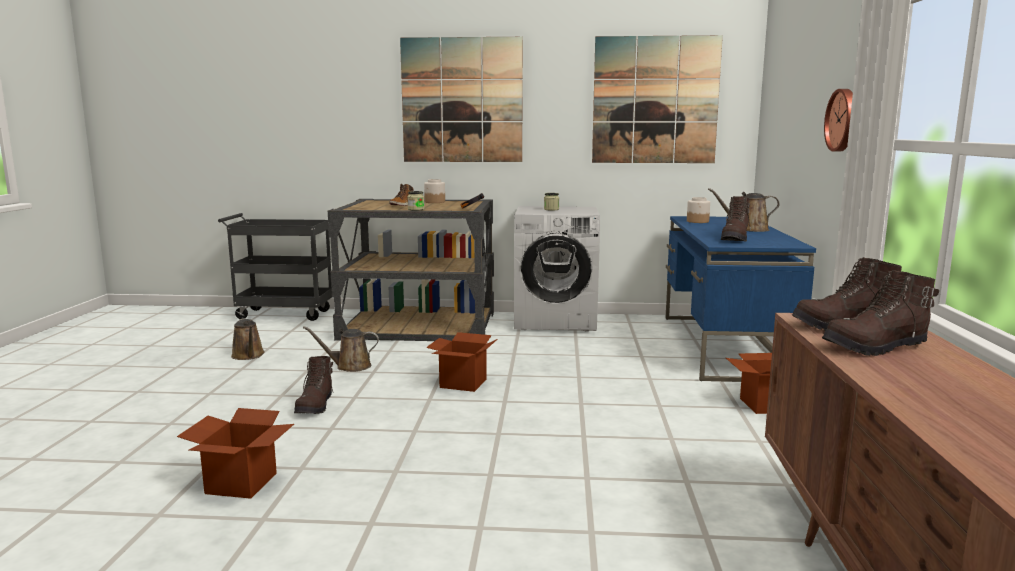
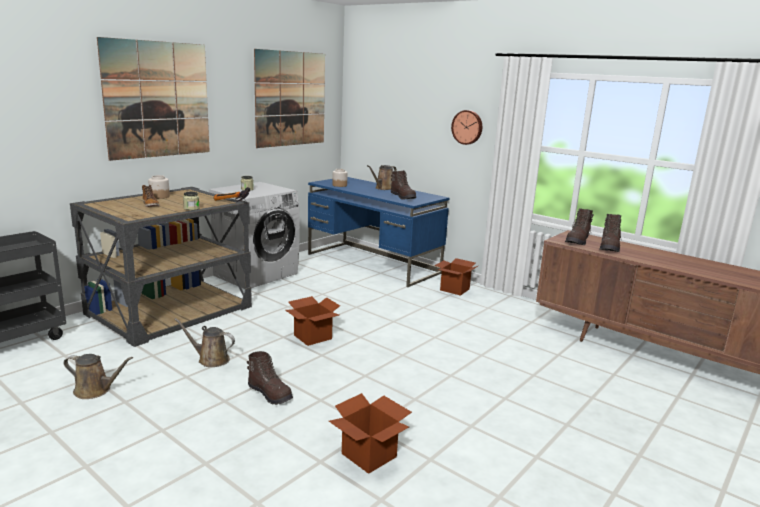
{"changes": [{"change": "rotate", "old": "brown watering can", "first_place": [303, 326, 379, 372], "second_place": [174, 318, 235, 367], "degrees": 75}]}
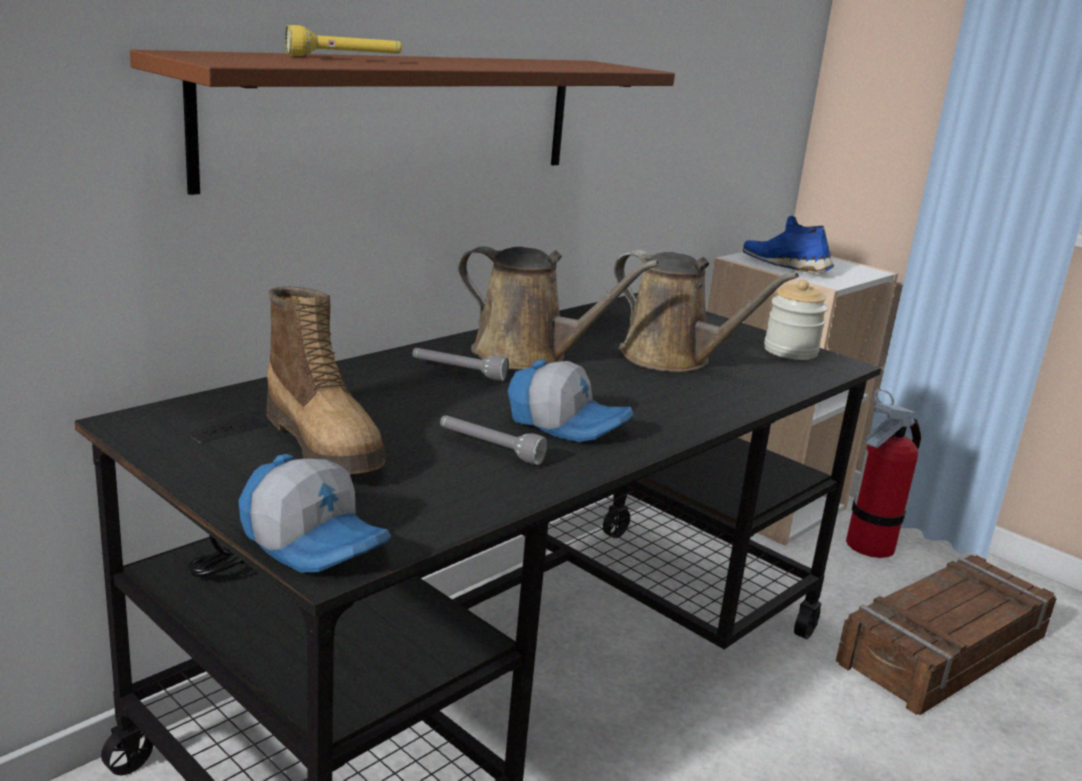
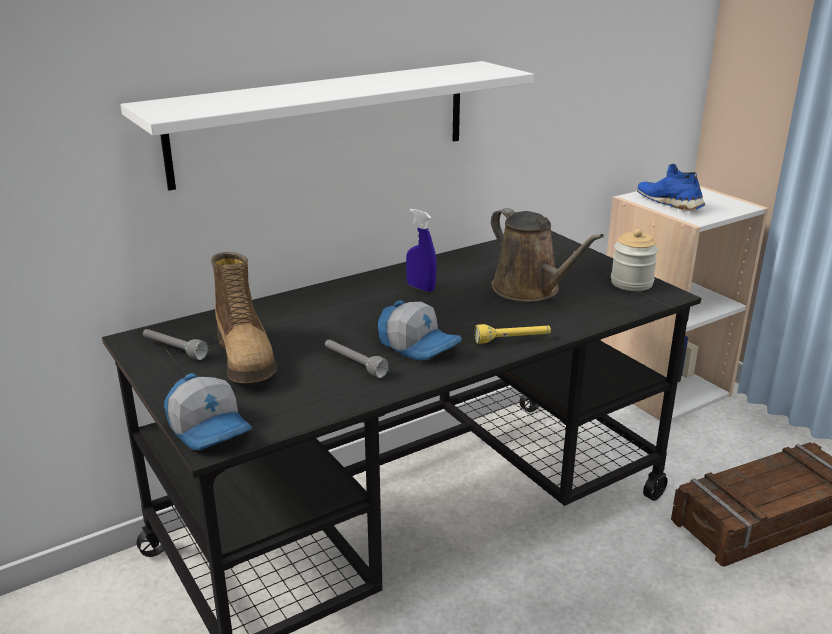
{"changes": [{"change": "recolor", "old": "brown shelf", "new": "white shelf", "first_place": [130, 50, 675, 195], "second_place": [121, 61, 534, 191]}, {"change": "move", "old": "grey flashlight", "first_place": [412, 348, 509, 381], "second_place": [143, 329, 209, 360]}, {"change": "replace", "old": "brown watering can", "new": "blue spray bottle", "first_place": [457, 246, 659, 370], "second_place": [406, 209, 437, 292]}, {"change": "move", "old": "yellow flashlight", "first_place": [285, 25, 402, 56], "second_place": [475, 324, 551, 344]}, {"change": "delete", "old": "fire extinguisher", "first_place": [846, 389, 921, 558]}]}
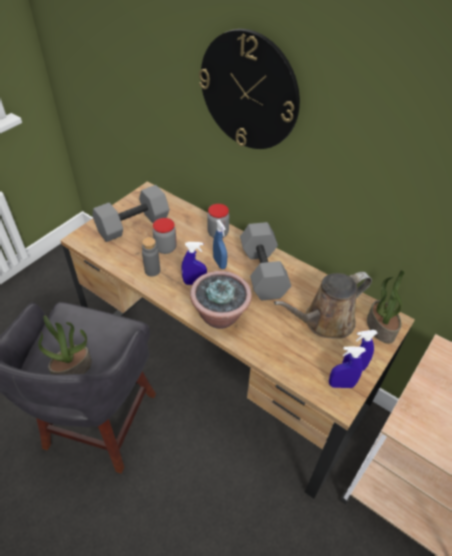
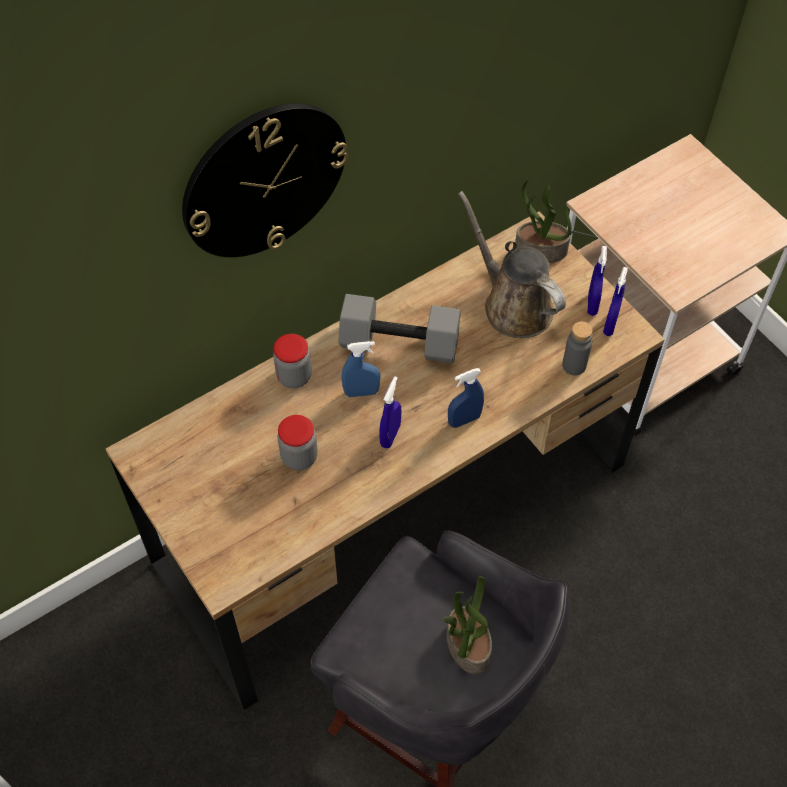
{"changes": [{"change": "replace", "old": "potted plant", "new": "blue spray bottle", "first_place": [190, 271, 252, 329], "second_place": [448, 368, 484, 428]}, {"change": "rotate", "old": "brown watering can", "first_place": [274, 272, 372, 339], "second_place": [458, 191, 566, 338], "degrees": 150}, {"change": "move", "old": "grey bottle", "first_place": [142, 237, 160, 276], "second_place": [562, 321, 593, 375]}, {"change": "delete", "old": "grey dumbbell", "first_place": [93, 185, 170, 242]}]}
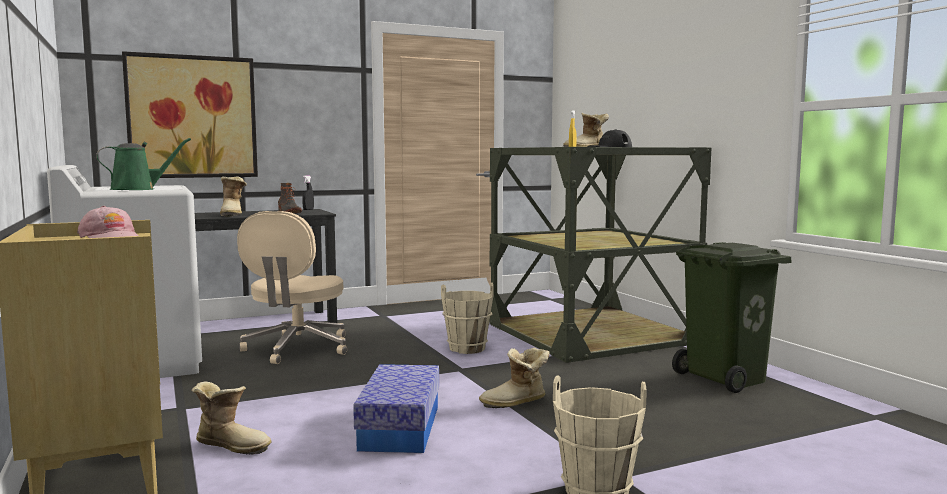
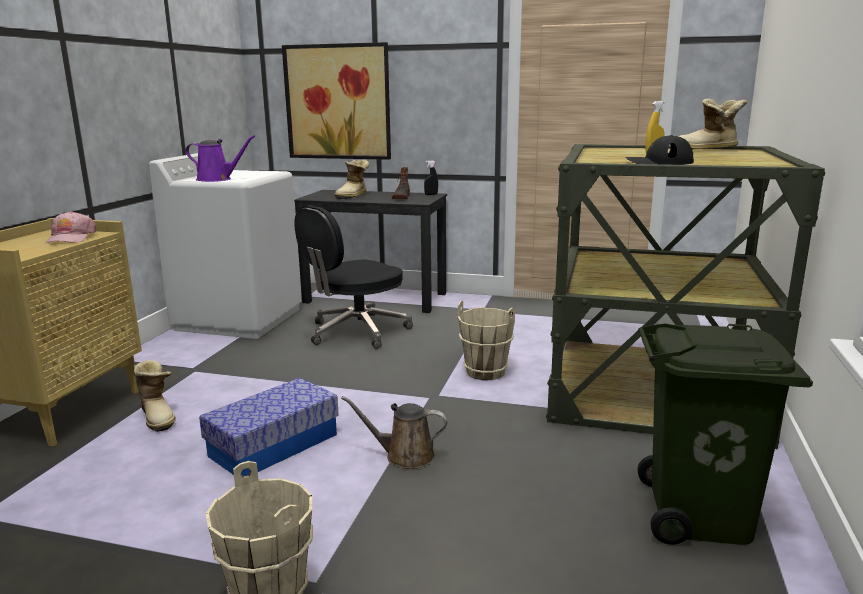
{"changes": [{"change": "recolor", "old": "green watering can", "new": "purple watering can", "first_place": [96, 138, 191, 190], "second_place": [185, 135, 255, 182]}, {"change": "recolor", "old": "beige office chair", "new": "black office chair", "first_place": [237, 211, 347, 364], "second_place": [294, 205, 413, 349]}, {"change": "replace", "old": "boot", "new": "brown watering can", "first_place": [479, 348, 550, 408], "second_place": [341, 396, 447, 469]}]}
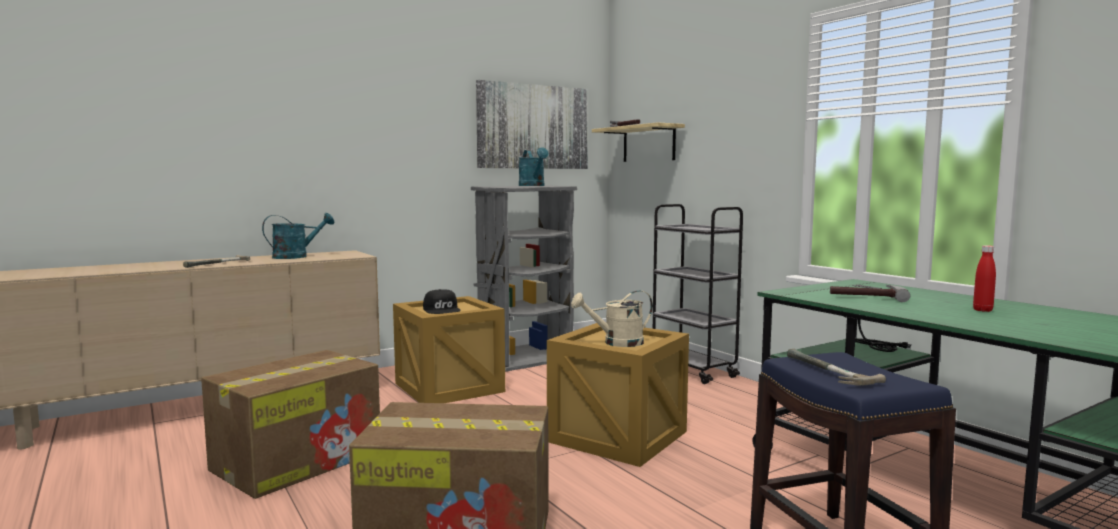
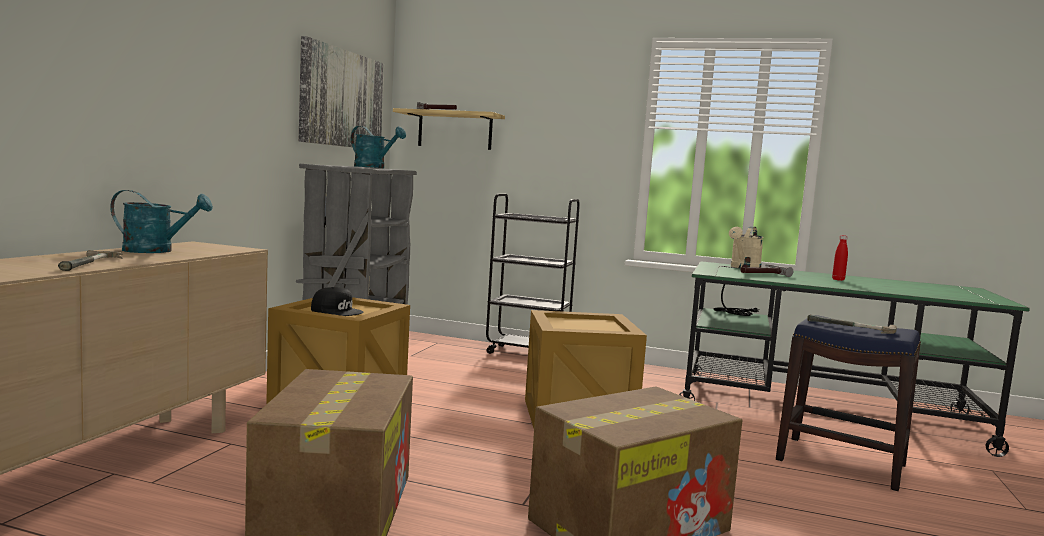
{"changes": [{"change": "rotate", "old": "turquoise watering can", "first_place": [262, 213, 334, 259], "second_place": [110, 190, 213, 253], "degrees": 75}, {"change": "move", "old": "beige watering can", "first_place": [571, 290, 653, 347], "second_place": [729, 226, 764, 268]}]}
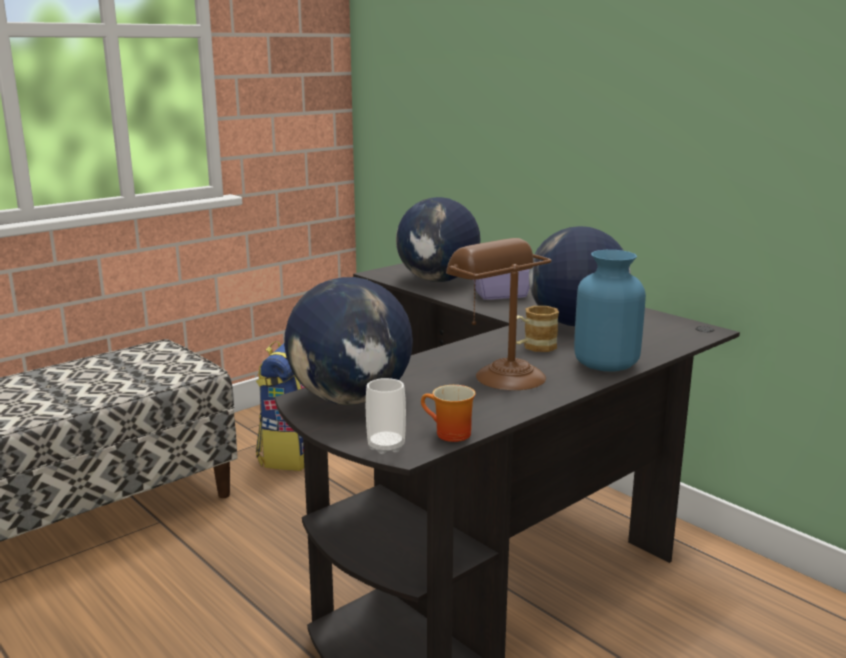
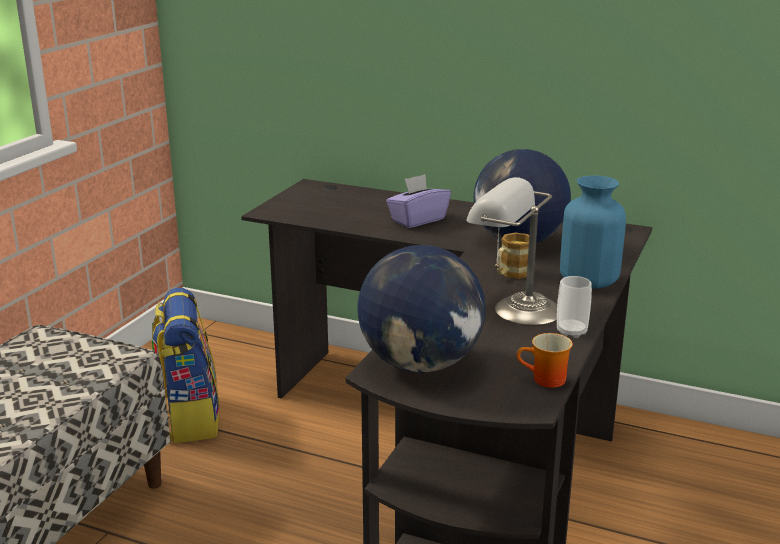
{"changes": [{"change": "recolor", "old": "brown table lamp", "new": "white table lamp", "first_place": [446, 238, 551, 390], "second_place": [467, 177, 557, 325]}, {"change": "move", "old": "cup", "first_place": [366, 378, 406, 454], "second_place": [557, 276, 592, 338]}, {"change": "delete", "old": "globe", "first_place": [396, 197, 480, 282]}]}
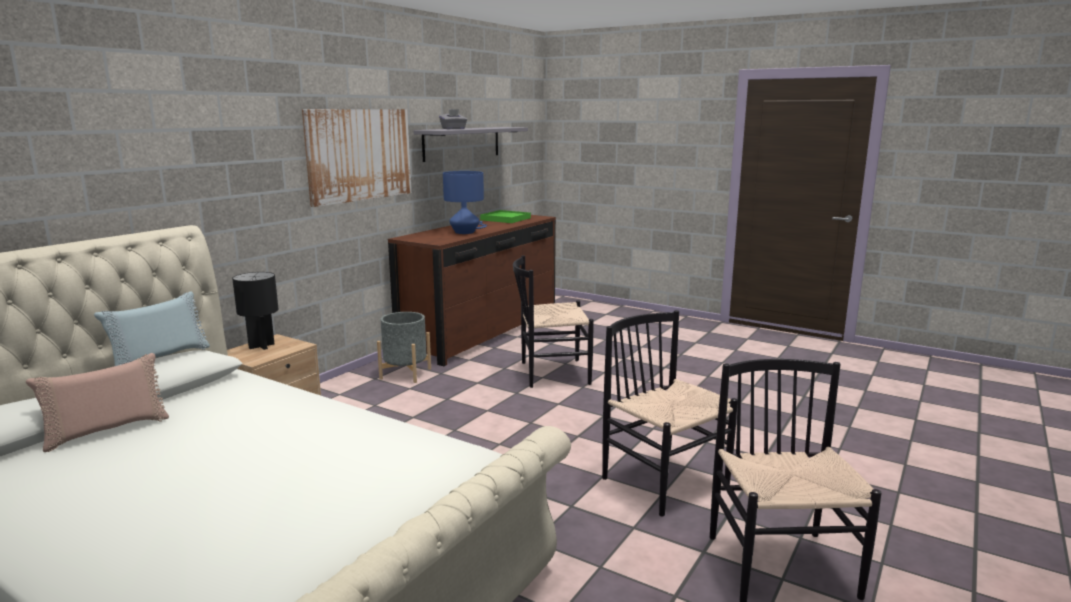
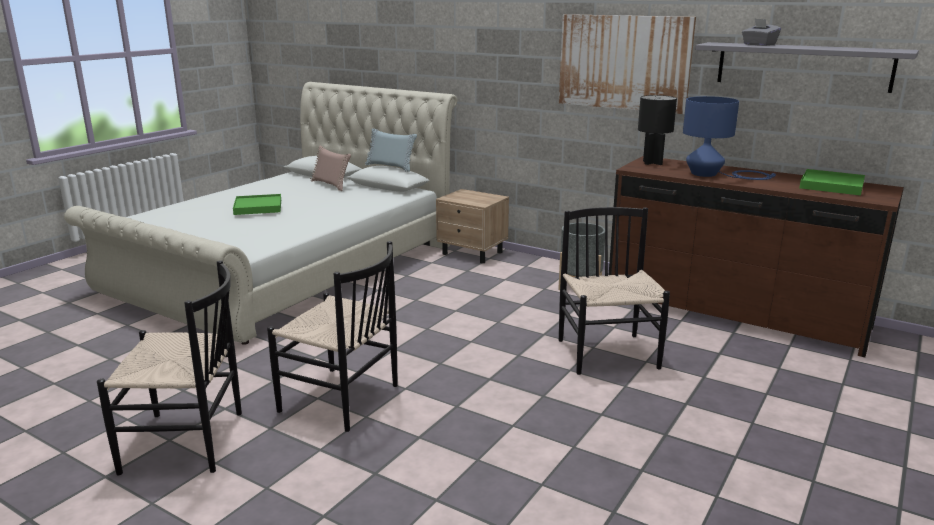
{"changes": [{"change": "insert", "new": "green tray", "second_place": [233, 194, 281, 215]}, {"change": "rotate", "old": "black chair", "first_place": [602, 310, 738, 517], "second_place": [267, 241, 398, 432], "degrees": 60}, {"change": "move", "old": "black table lamp", "first_place": [232, 272, 279, 350], "second_place": [638, 95, 677, 165]}]}
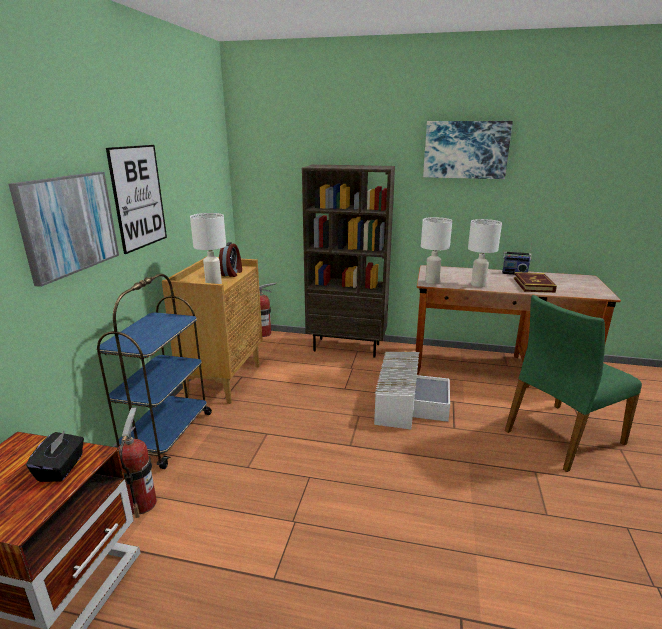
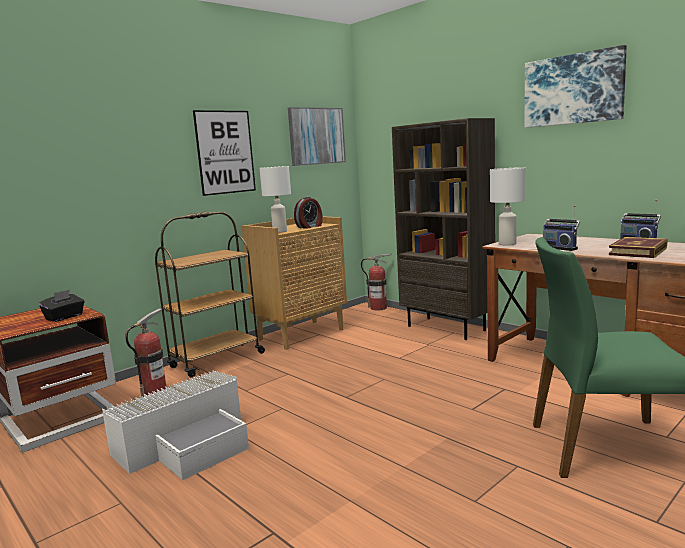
{"changes": [{"change": "move", "old": "white storage box", "first_place": [374, 352, 450, 429], "second_place": [102, 370, 249, 480]}, {"change": "recolor", "old": "blue cart", "new": "brown cart", "first_place": [96, 274, 212, 469], "second_place": [155, 212, 265, 378]}, {"change": "move", "old": "picture", "first_place": [9, 172, 119, 287], "second_place": [288, 107, 346, 166]}, {"change": "replace", "old": "white table lamp", "new": "radio", "first_place": [468, 219, 502, 287], "second_place": [543, 205, 580, 251]}]}
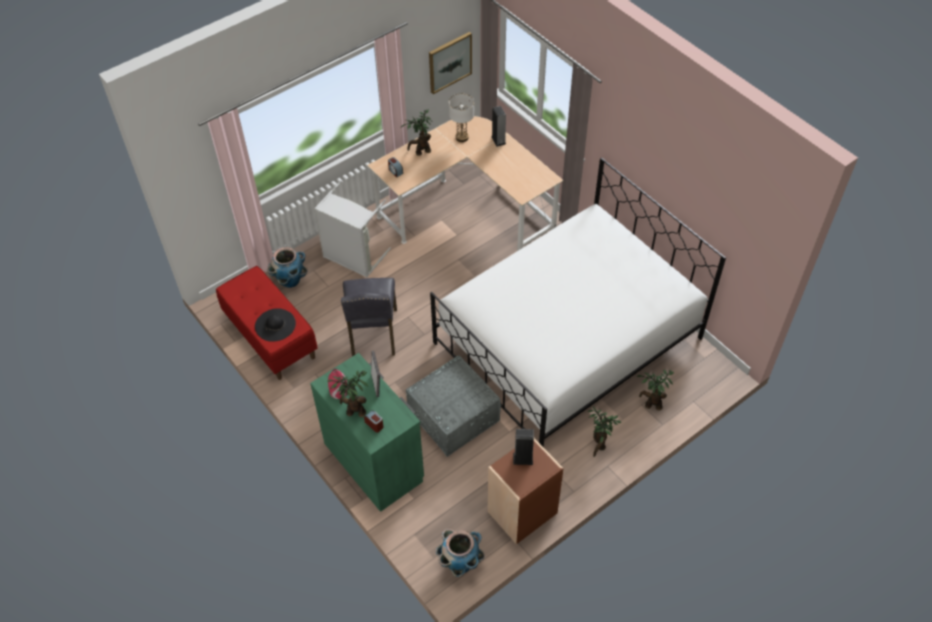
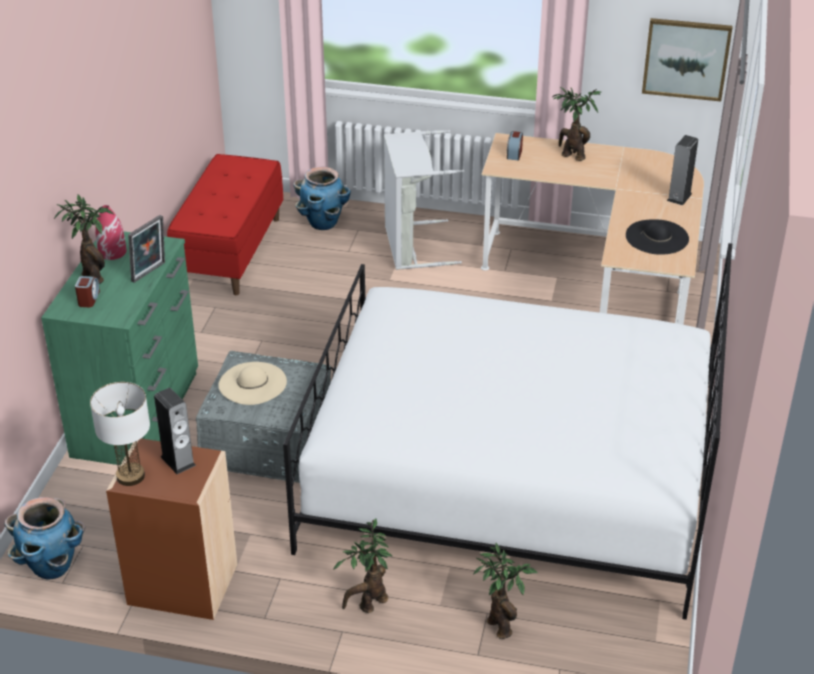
{"changes": [{"change": "move", "old": "table lamp", "first_place": [449, 93, 474, 142], "second_place": [90, 382, 150, 486]}, {"change": "insert", "new": "beige hat", "second_place": [218, 362, 287, 405]}, {"change": "move", "old": "black hat", "first_place": [255, 308, 296, 342], "second_place": [626, 219, 689, 255]}, {"change": "delete", "old": "grey chair", "first_place": [341, 278, 397, 357]}]}
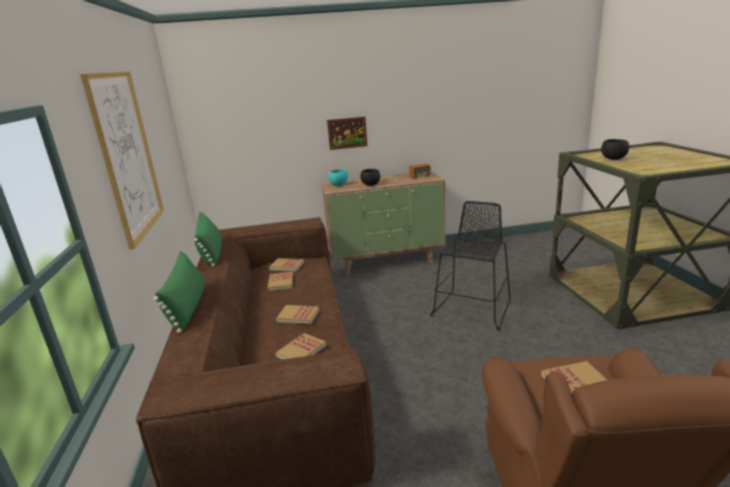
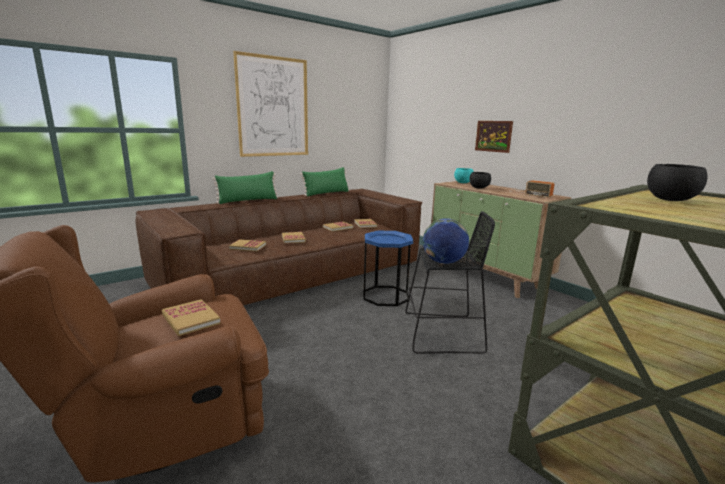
{"changes": [{"change": "insert", "new": "blue side table", "second_place": [363, 231, 413, 306]}, {"change": "insert", "new": "globe", "second_place": [423, 218, 469, 264]}]}
